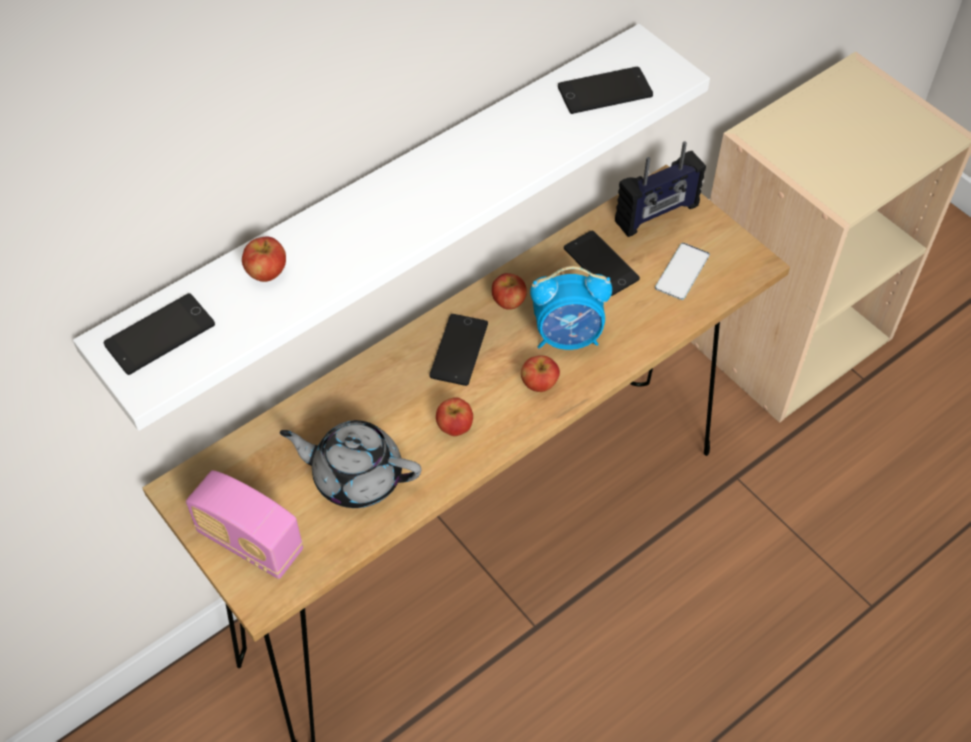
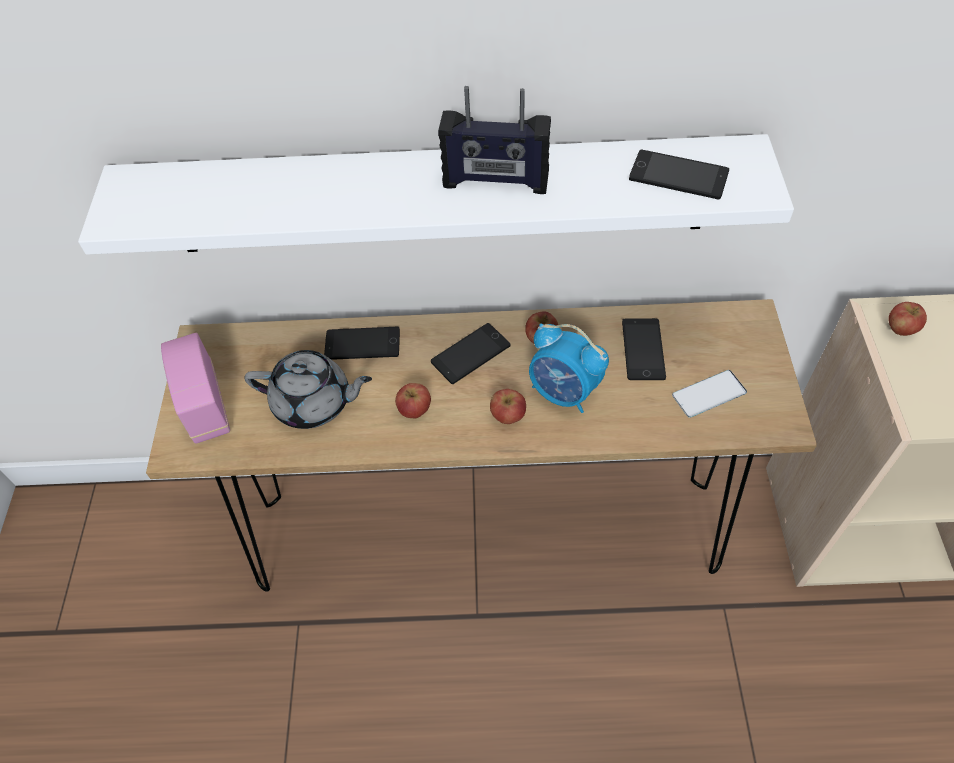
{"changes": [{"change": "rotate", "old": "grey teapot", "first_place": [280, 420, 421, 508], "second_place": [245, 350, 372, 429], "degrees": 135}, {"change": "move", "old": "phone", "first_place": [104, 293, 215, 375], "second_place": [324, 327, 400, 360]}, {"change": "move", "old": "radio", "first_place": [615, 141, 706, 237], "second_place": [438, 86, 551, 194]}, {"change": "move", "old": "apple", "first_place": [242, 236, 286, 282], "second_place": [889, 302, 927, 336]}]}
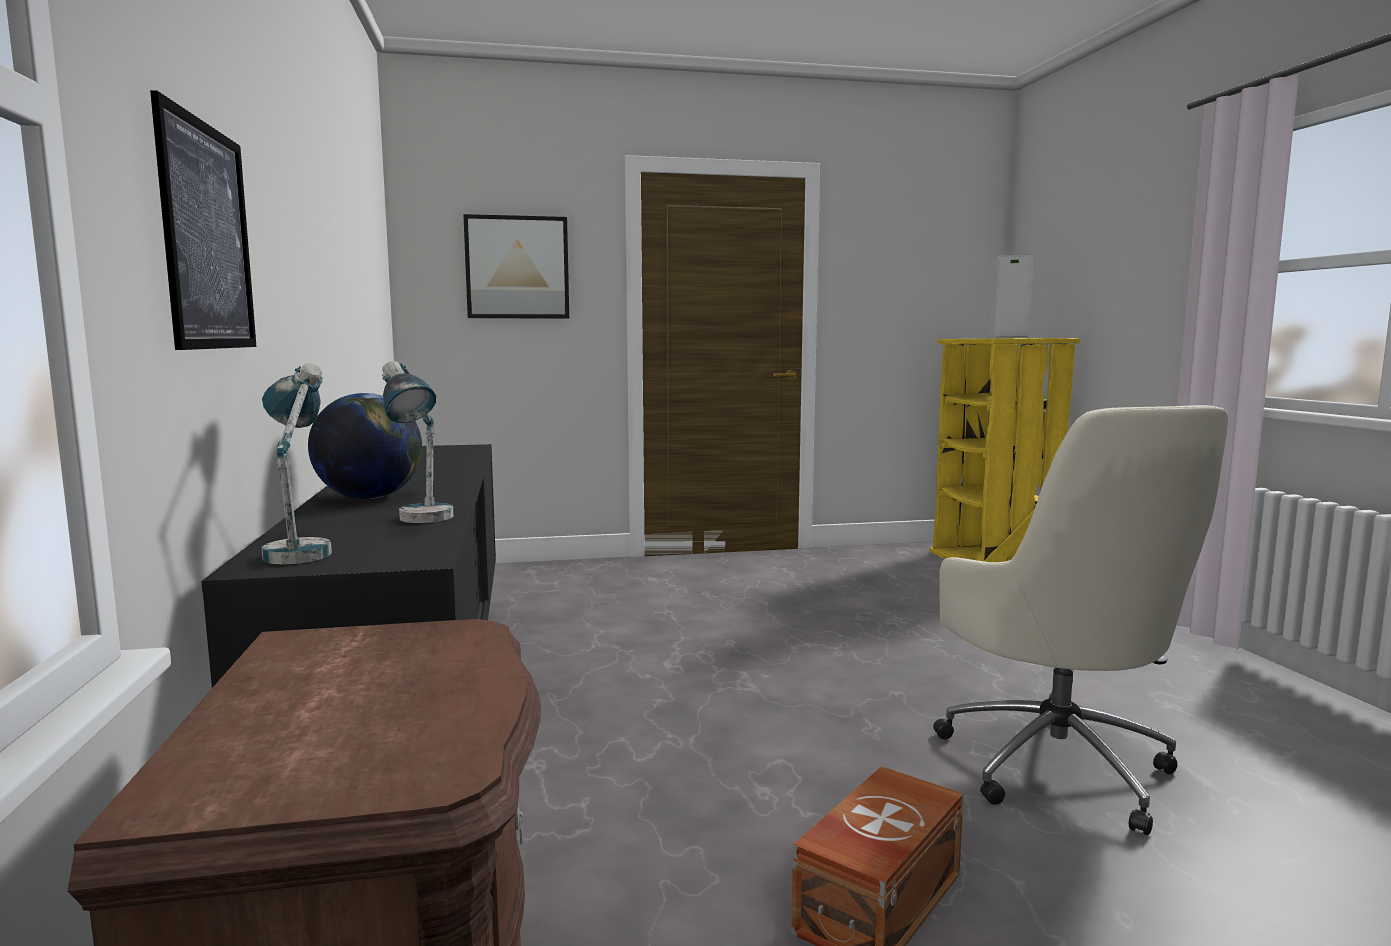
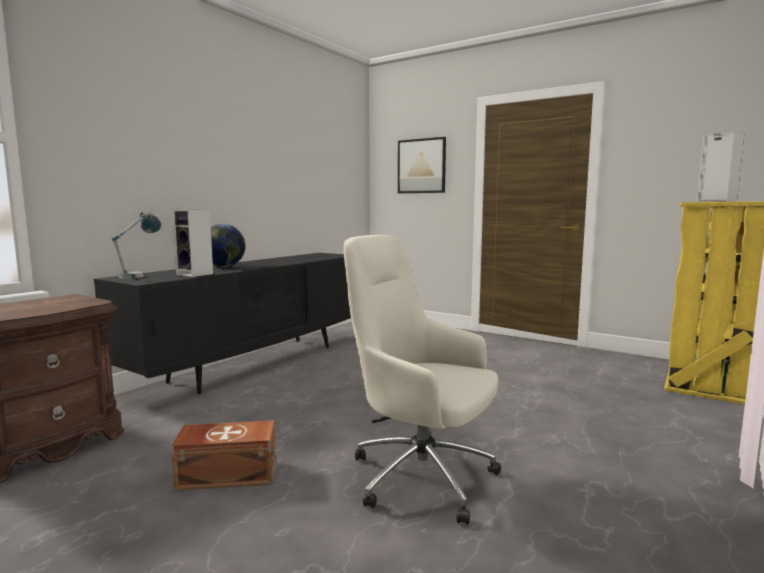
{"changes": [{"change": "replace", "old": "table lamp", "new": "speaker", "first_place": [382, 361, 454, 523], "second_place": [172, 210, 213, 277]}, {"change": "rotate", "old": "beige office chair", "first_place": [933, 405, 1228, 835], "second_place": [344, 235, 501, 525], "degrees": 90}, {"change": "delete", "old": "picture", "first_place": [150, 90, 256, 350]}]}
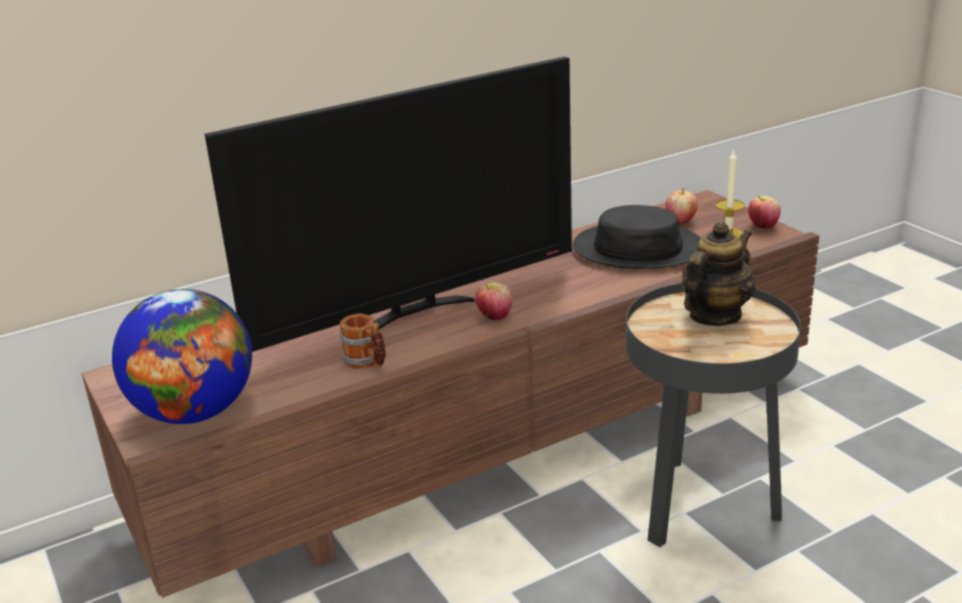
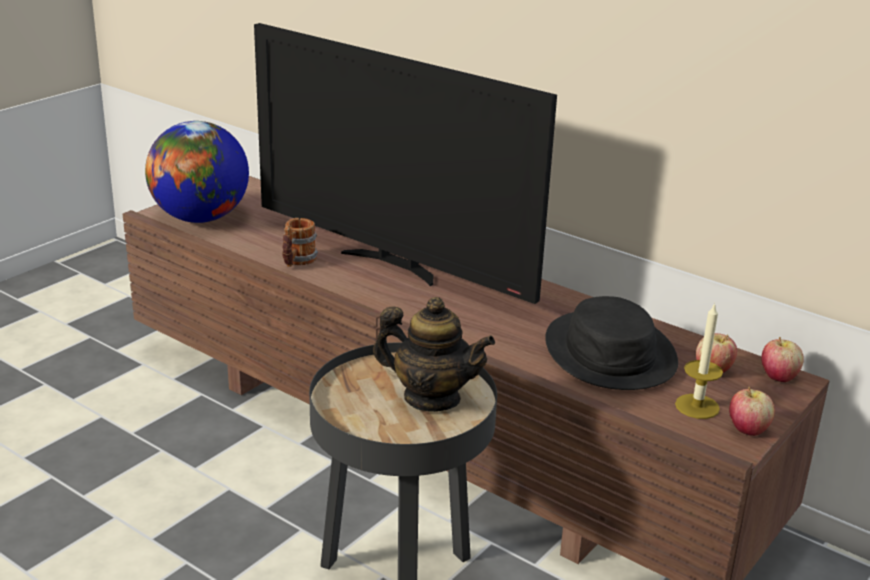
{"changes": [{"change": "move", "old": "apple", "first_place": [475, 282, 512, 320], "second_place": [761, 337, 804, 382]}]}
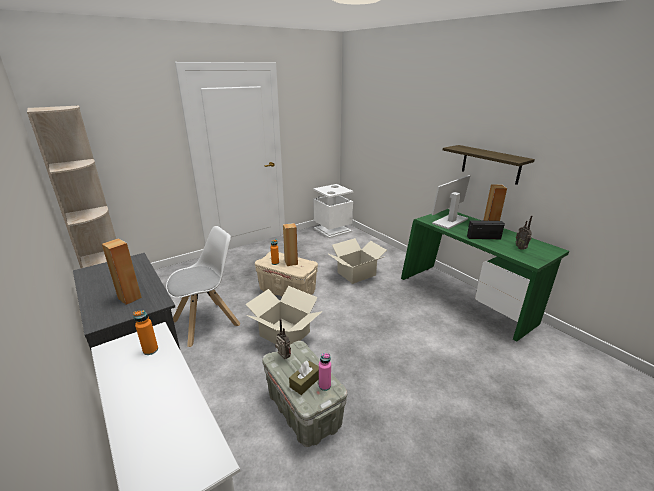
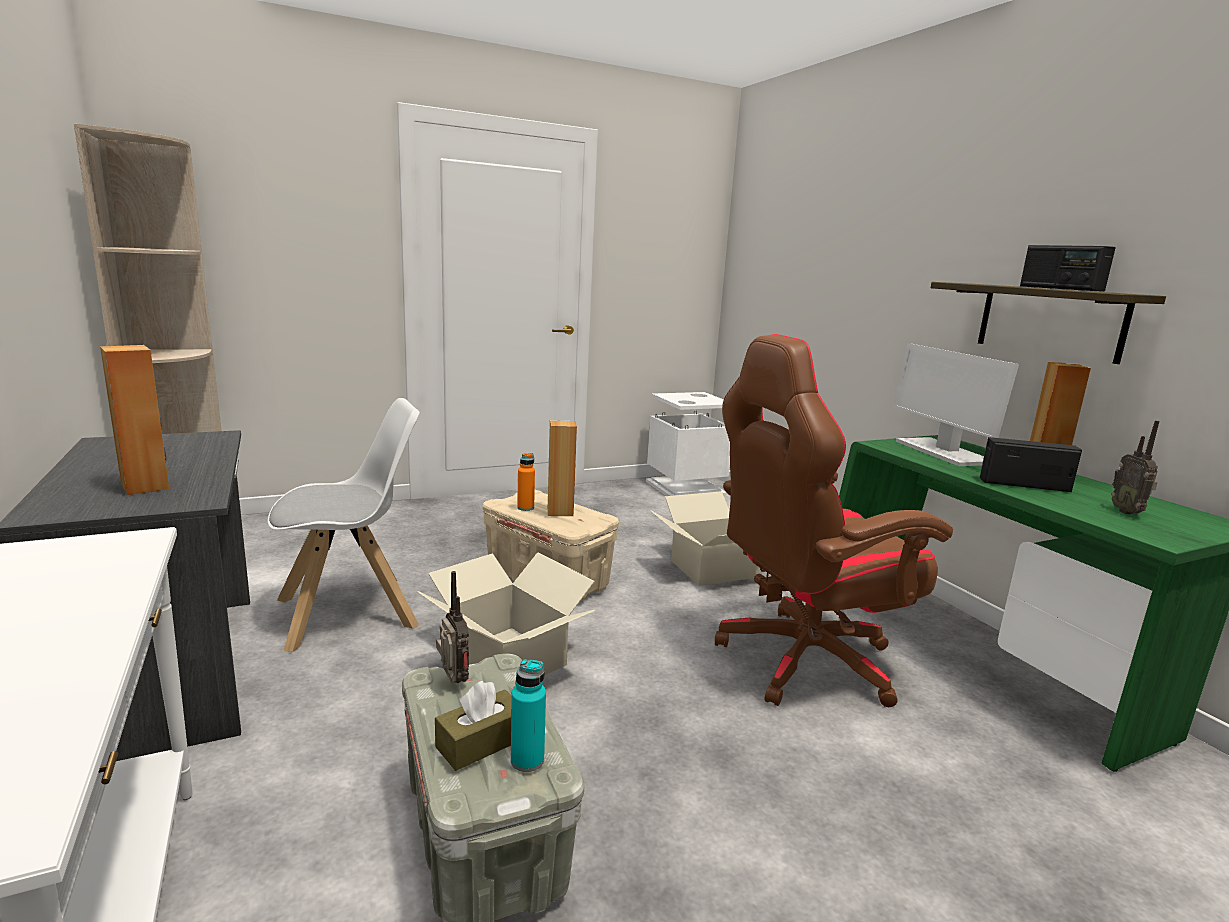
{"changes": [{"change": "recolor", "old": "pink bottle", "new": "turquoise bottle", "first_place": [319, 353, 331, 391], "second_place": [511, 659, 546, 772]}, {"change": "insert", "new": "brown office chair", "second_place": [715, 334, 953, 707]}, {"change": "rotate", "old": "monitor", "first_place": [432, 175, 471, 229], "second_place": [893, 343, 1019, 466], "degrees": -75}, {"change": "insert", "new": "radio", "second_place": [1020, 245, 1116, 292]}, {"change": "delete", "old": "orange bottle", "first_place": [133, 310, 158, 355]}]}
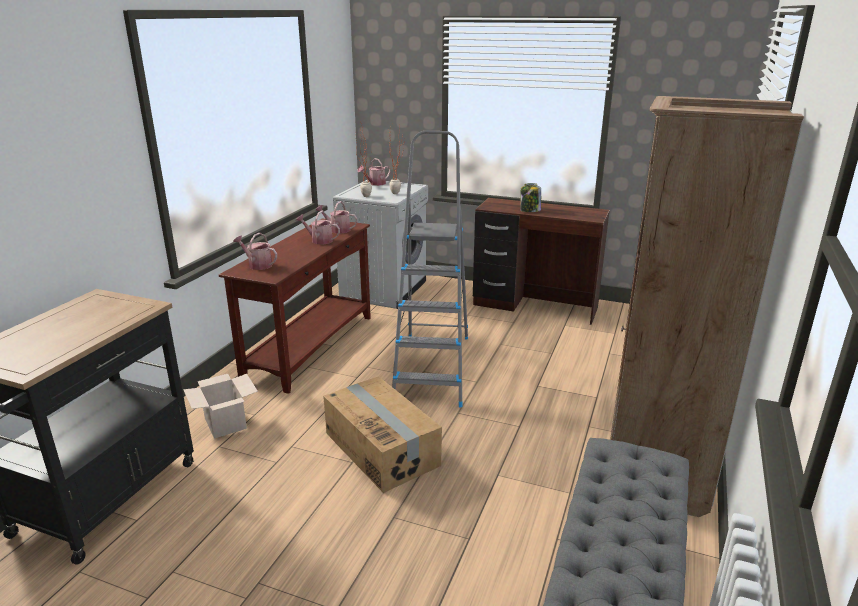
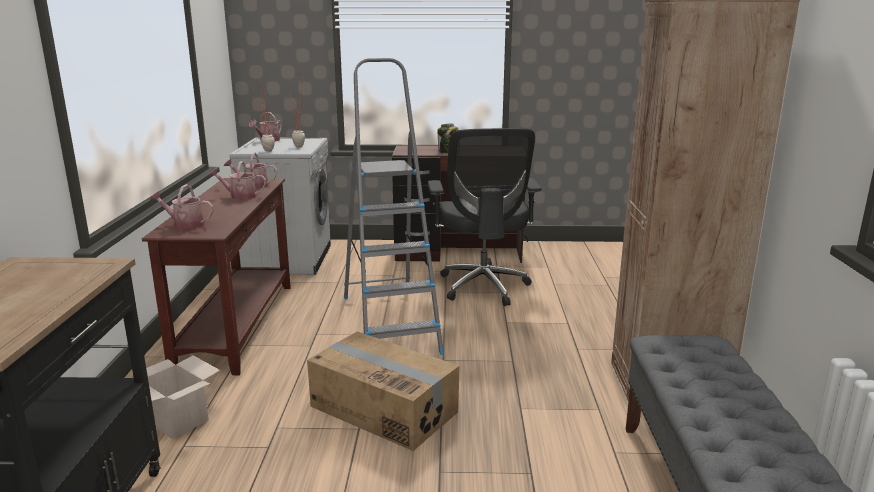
{"changes": [{"change": "insert", "new": "office chair", "second_place": [428, 128, 541, 306]}]}
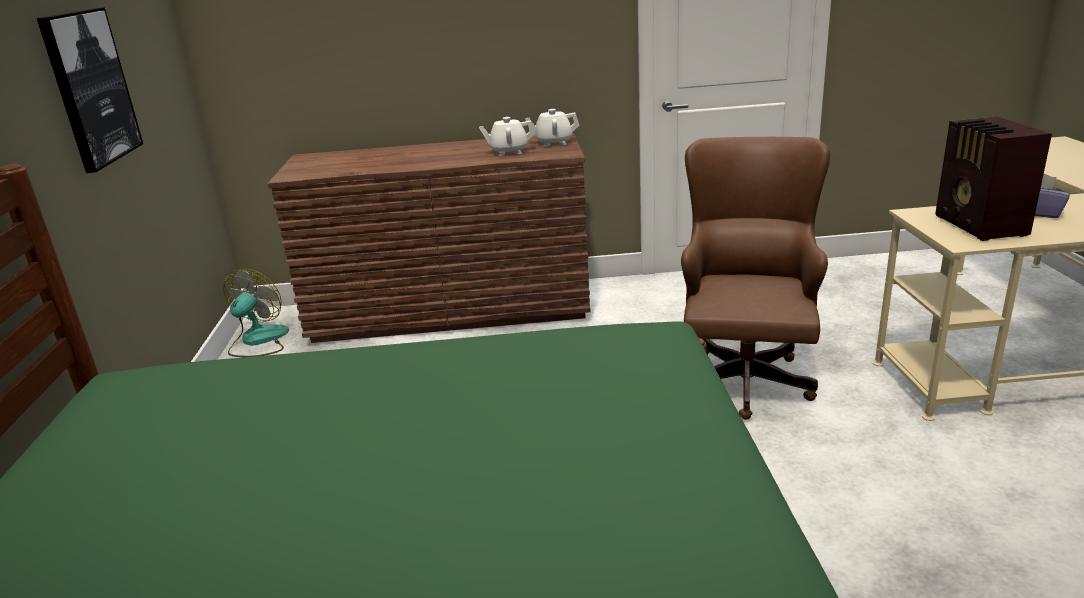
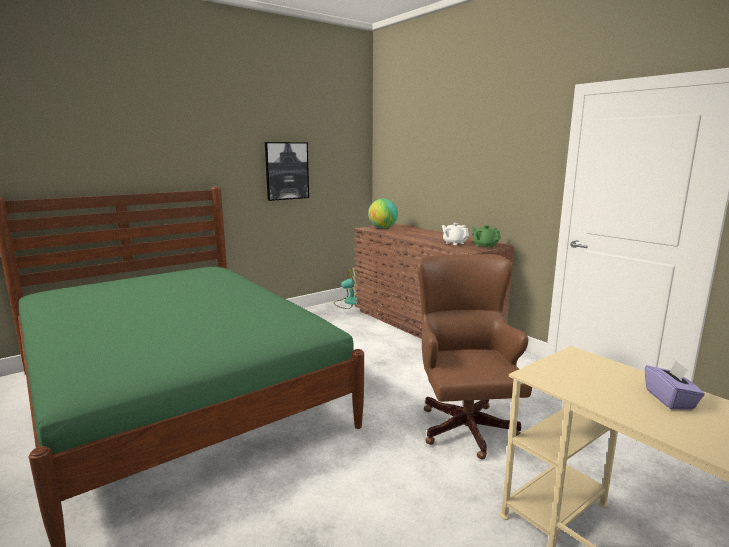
{"changes": [{"change": "insert", "new": "globe", "second_place": [368, 199, 398, 229]}, {"change": "rotate", "old": "brown office chair", "first_place": [681, 137, 830, 420], "second_place": [417, 254, 532, 460], "degrees": -75}, {"change": "recolor", "old": "white teapot", "new": "green teapot", "first_place": [525, 109, 580, 147], "second_place": [472, 225, 501, 248]}, {"change": "delete", "old": "radio", "first_place": [935, 117, 1052, 241]}]}
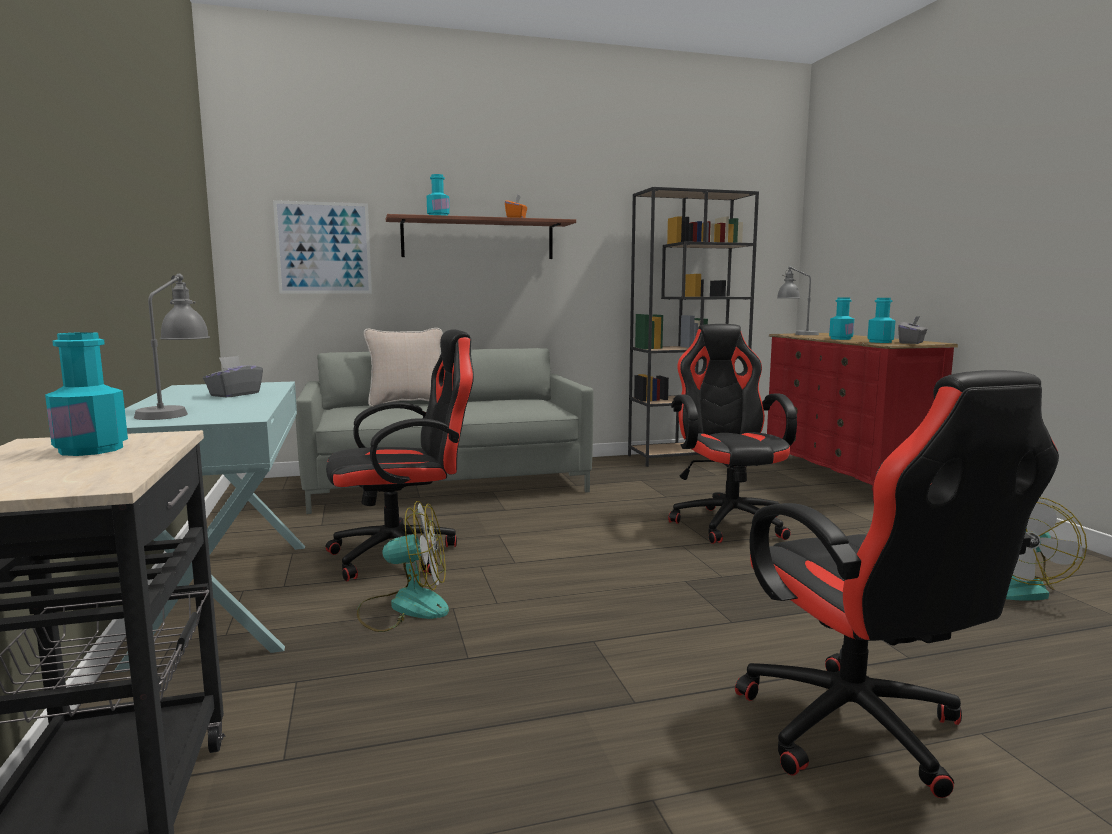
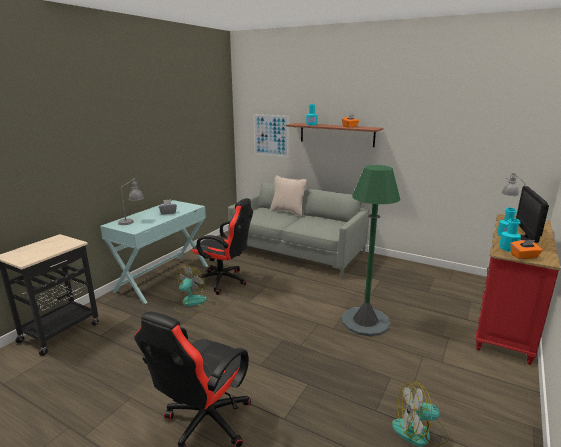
{"changes": [{"change": "rotate", "old": "fan", "first_place": [357, 501, 449, 632], "second_place": [175, 266, 207, 314], "degrees": -105}, {"change": "replace", "old": "black office chair", "new": "green floor lamp", "first_place": [668, 324, 797, 544], "second_place": [342, 165, 400, 336]}, {"change": "recolor", "old": "grey tissue box", "new": "orange tissue box", "first_place": [898, 316, 927, 344], "second_place": [511, 240, 543, 259]}, {"change": "insert", "new": "monitor", "second_place": [516, 186, 549, 243]}, {"change": "delete", "old": "turquoise bottle", "first_place": [45, 332, 128, 456]}, {"change": "delete", "old": "bookcase", "first_place": [628, 187, 759, 467]}]}
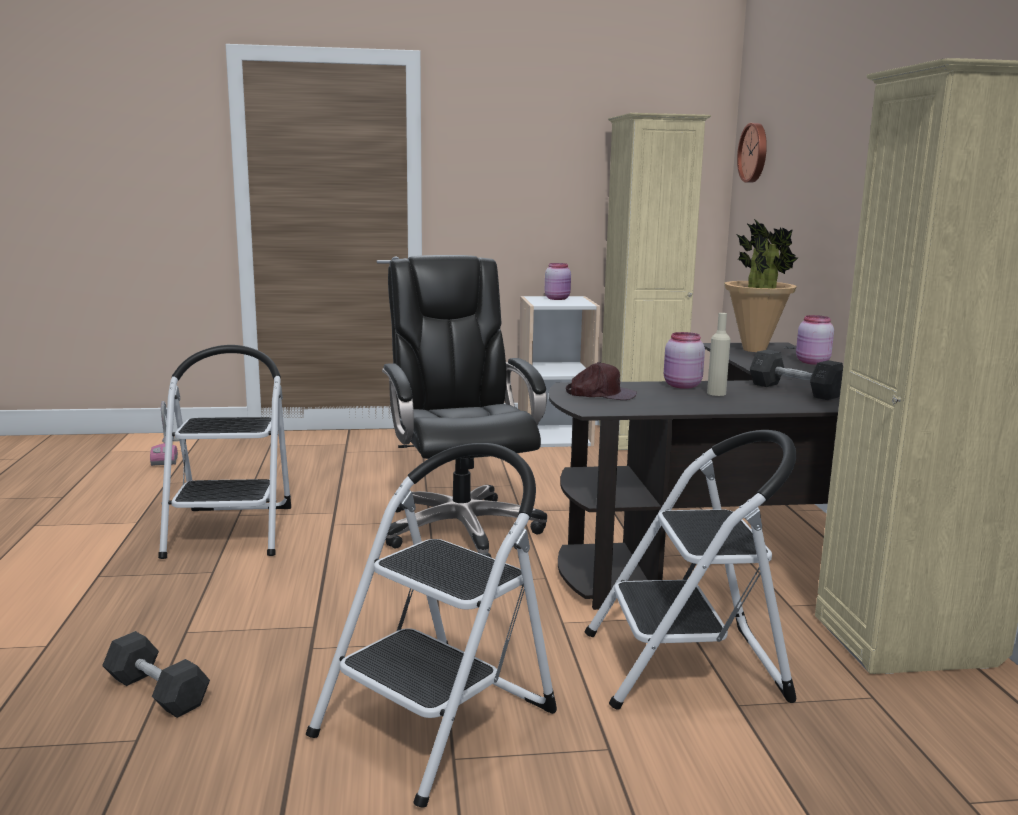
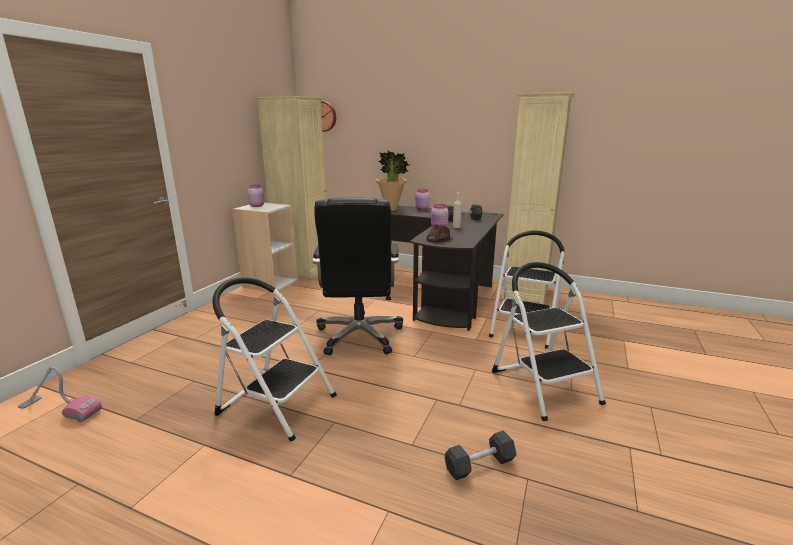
{"changes": [{"change": "rotate", "old": "black office chair", "first_place": [382, 255, 547, 558], "second_place": [313, 197, 403, 355], "degrees": -105}]}
